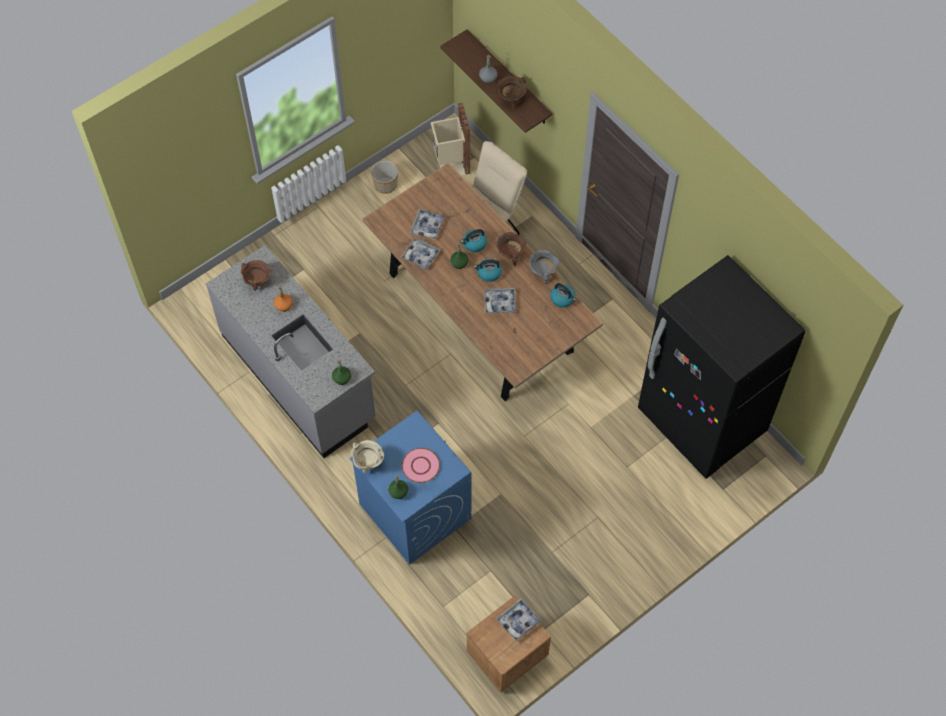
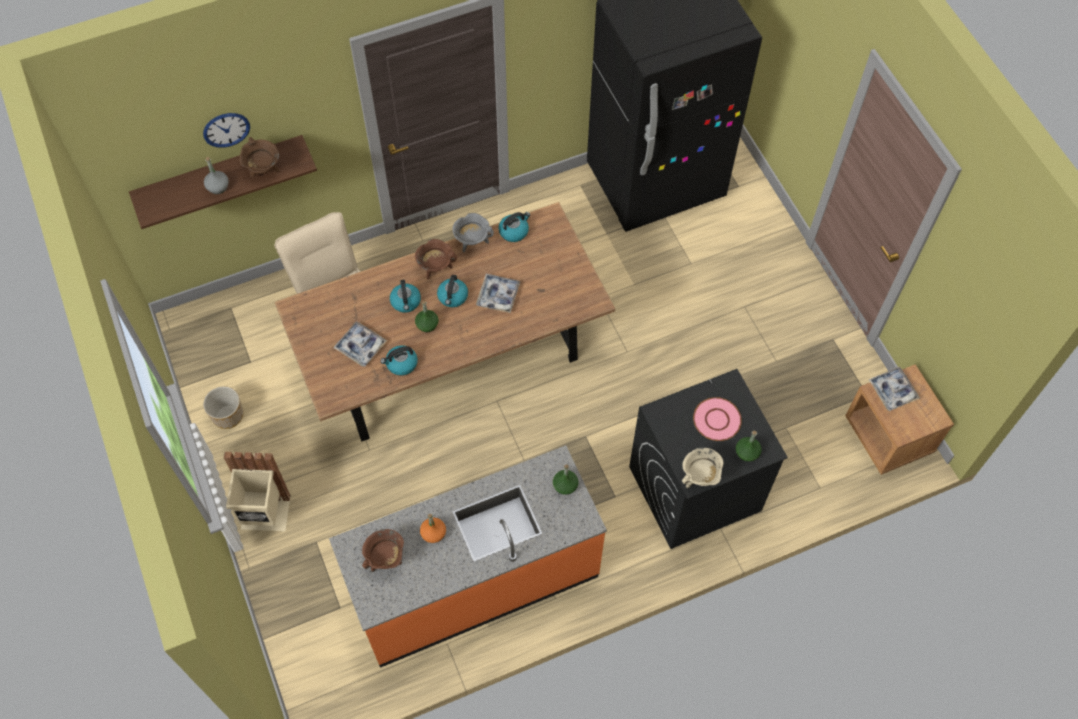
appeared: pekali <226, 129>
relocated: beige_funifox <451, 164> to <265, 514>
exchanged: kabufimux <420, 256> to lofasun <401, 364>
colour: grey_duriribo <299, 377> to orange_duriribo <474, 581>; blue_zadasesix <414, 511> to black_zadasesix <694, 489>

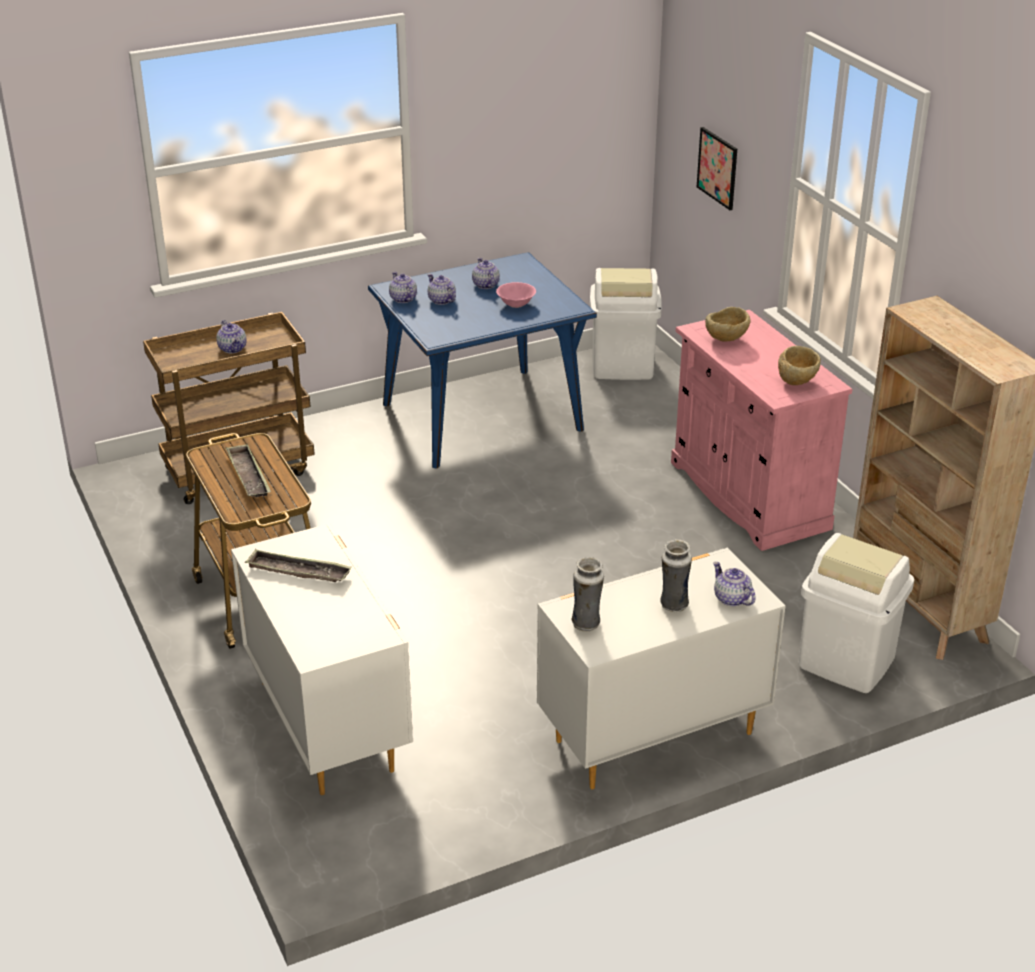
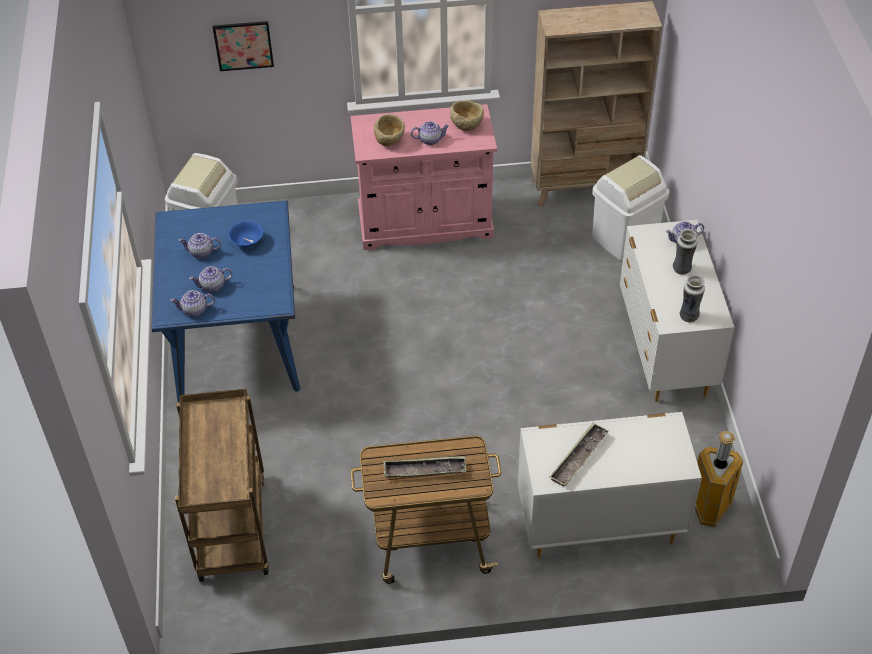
appeared: funifox <709, 509>
relocated: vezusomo <233, 348> to <430, 139>
colour: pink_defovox <516, 304> to blue_defovox <247, 242>

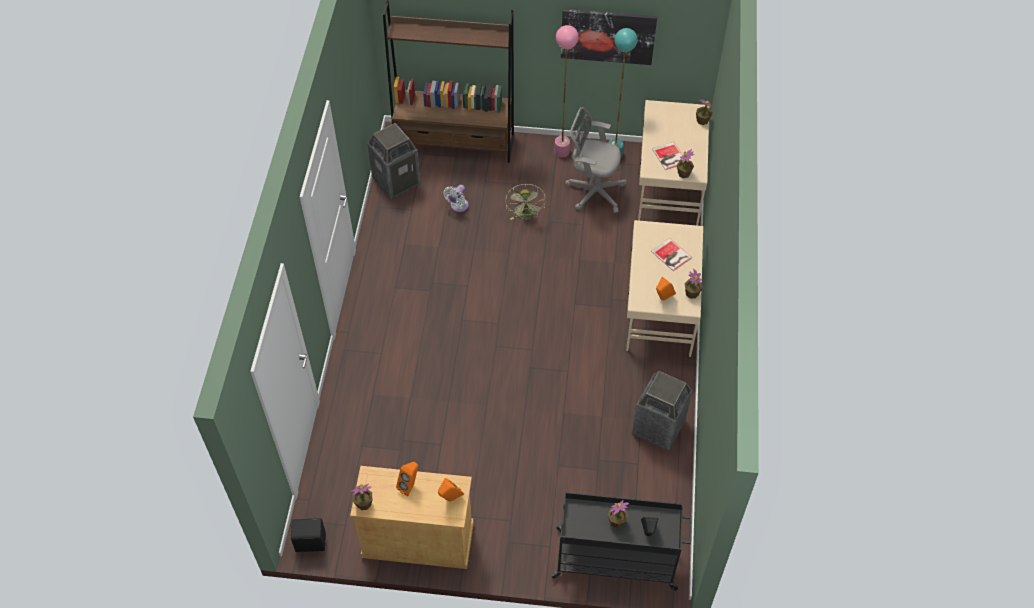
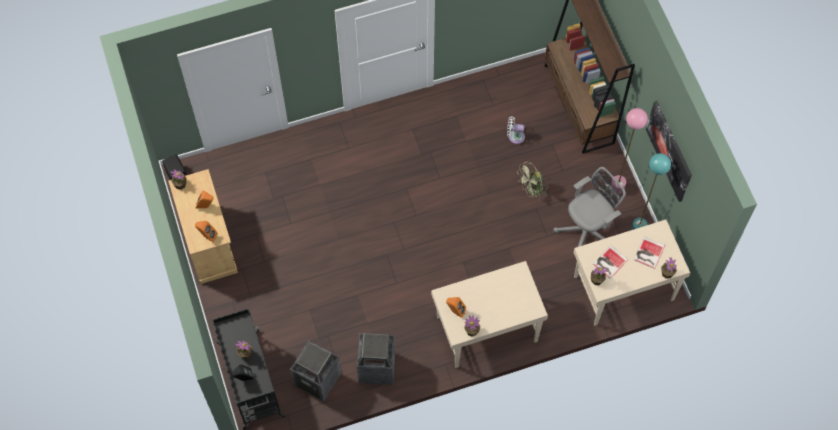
relocated: funifox <396, 181> to <318, 379>; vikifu <671, 255> to <648, 253>
spun: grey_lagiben <593, 191> = <587, 229> 60 degrees clockwise

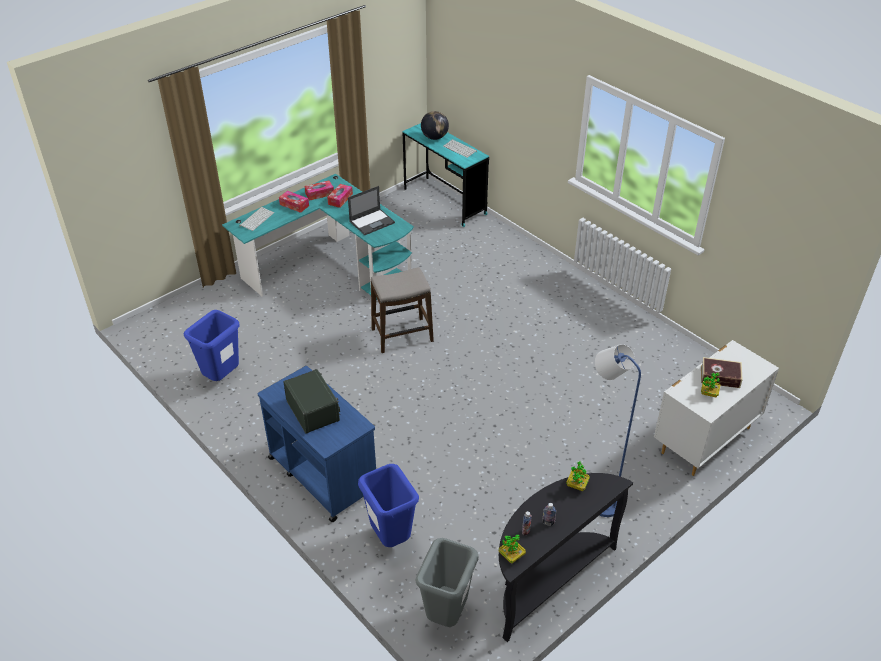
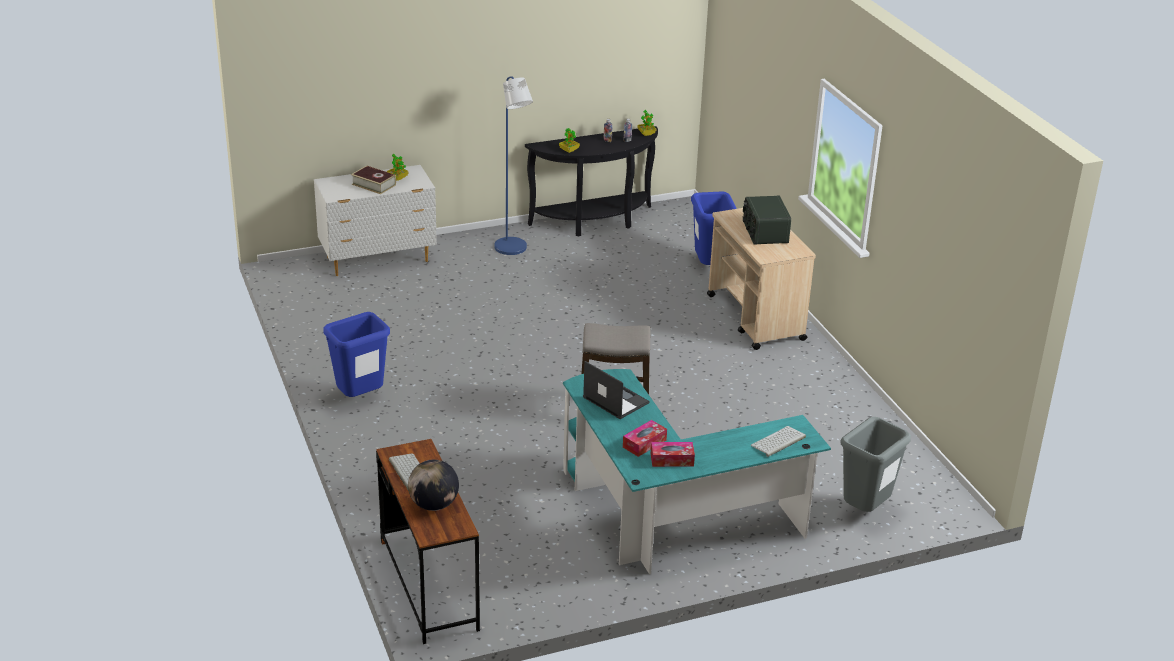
missing: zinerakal <294, 205>
relocated: blue_funifox <222, 377> to <360, 399>; grey_funifox <447, 615> to <864, 511>
colour: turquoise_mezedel <444, 201> to brown_mezedel <428, 585>; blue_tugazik <322, 474> to beige_tugazik <755, 318>
spun: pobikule <372, 222> = <615, 400> 60 degrees clockwise

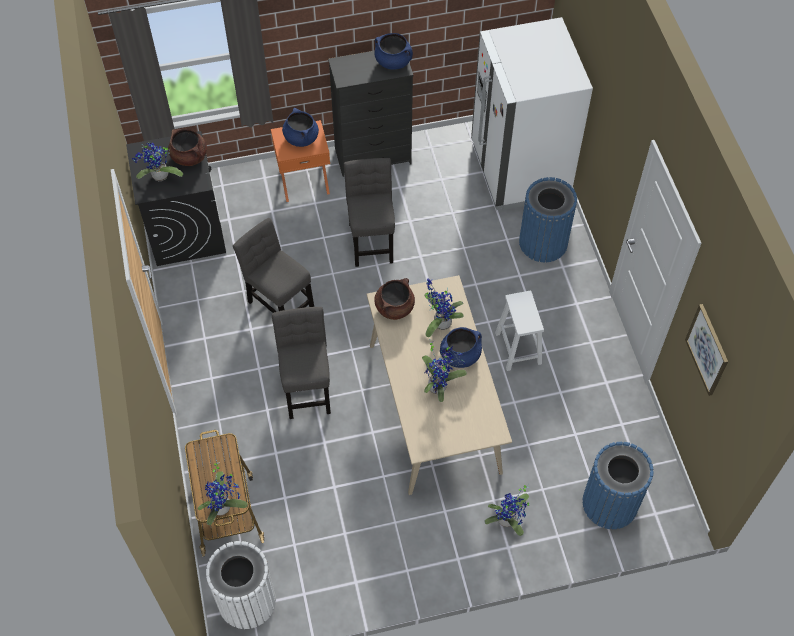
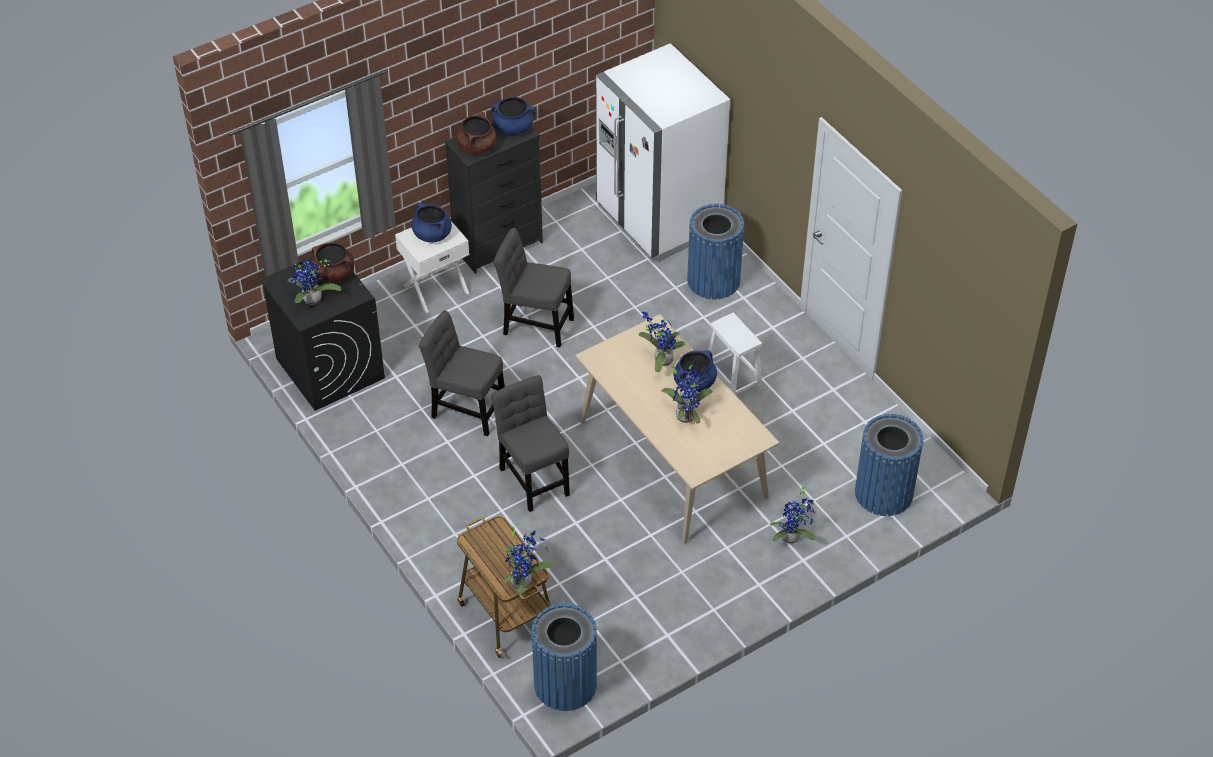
missing: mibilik <707, 349>
relocated: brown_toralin <394, 307> to <476, 147>
colour: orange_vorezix <304, 181> to white_vorezix <435, 288>; white_funifox <246, 600> to blue_funifox <565, 684>
spun: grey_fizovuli <371, 239> = <535, 324> 45 degrees counterclockwise

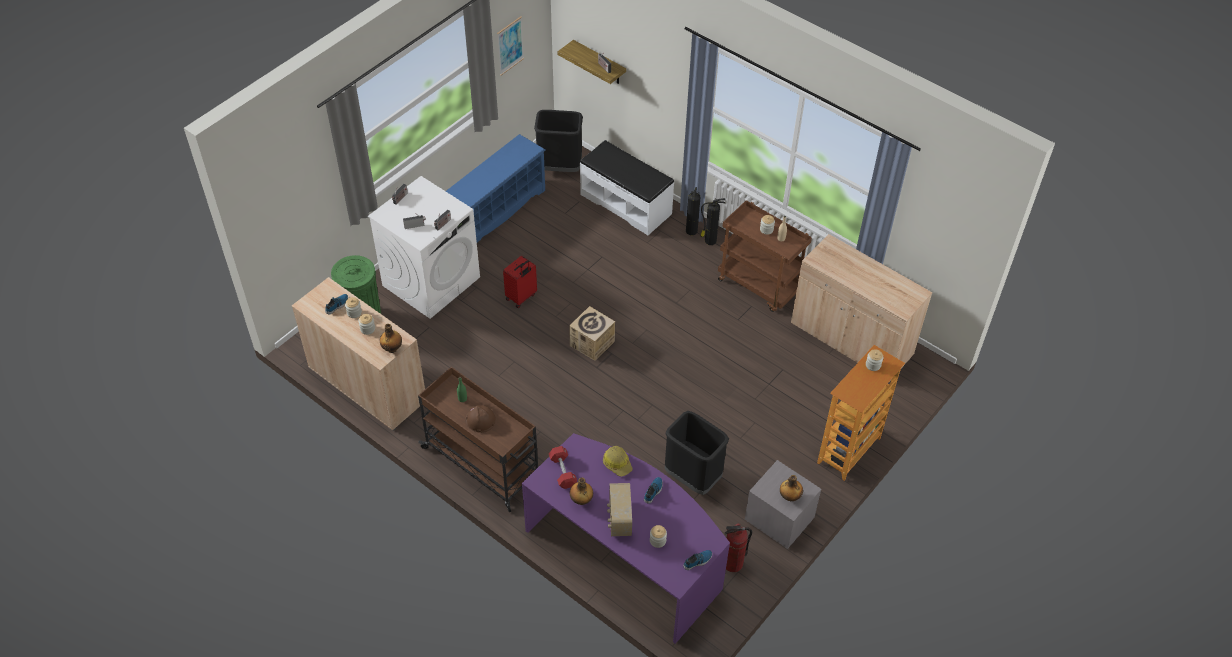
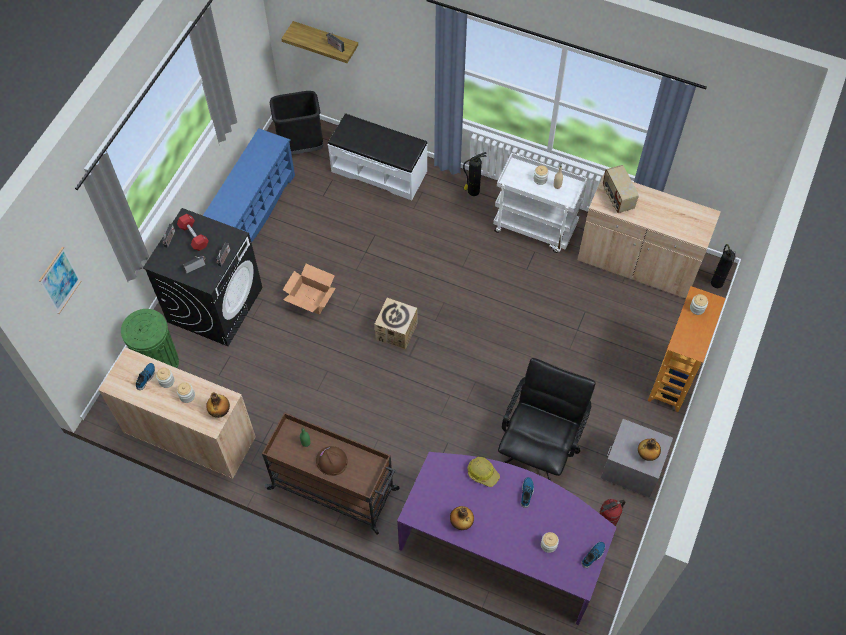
relocated: mibilik <510, 45> to <60, 280>; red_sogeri <563, 471> to <194, 236>; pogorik <619, 518> to <617, 197>; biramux <691, 230> to <716, 282>
exchanged: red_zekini <521, 297> to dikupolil <311, 299>; black_funifox <693, 477> to black_lagiben <538, 447>
colour: white_zadasesix <431, 281> to black_zadasesix <215, 304>; brown_tugazik <760, 285> to white_tugazik <535, 227>

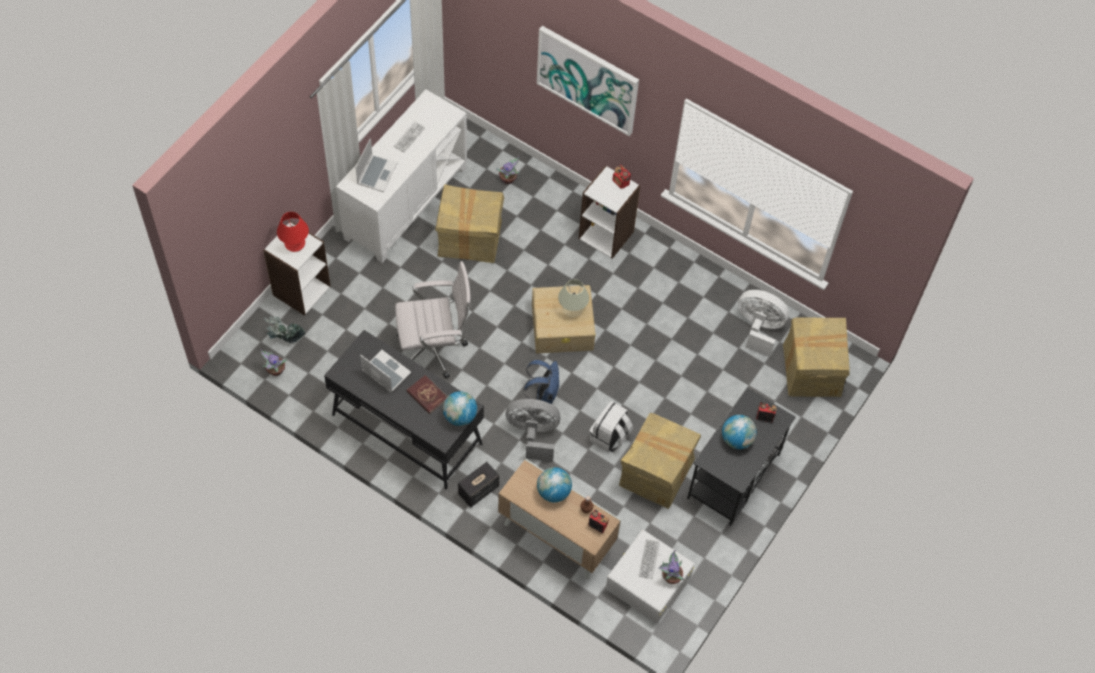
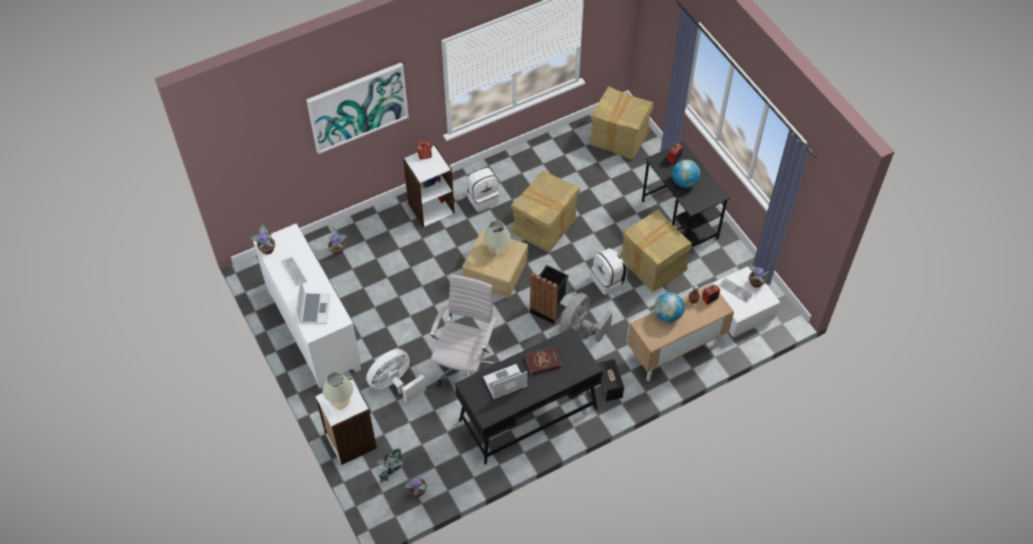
missing: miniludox <460, 416>
appeared: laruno <266, 249>; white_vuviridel <482, 199>
relocated: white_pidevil <759, 328> to <395, 385>; dikupolil <470, 239> to <544, 226>
exchanged: blue_vuviridel <543, 394> to black_funifox <548, 308>
colour: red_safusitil <295, 243> to beige_safusitil <340, 400>
spun: pobikule <376, 173> = <314, 308> 45 degrees clockwise

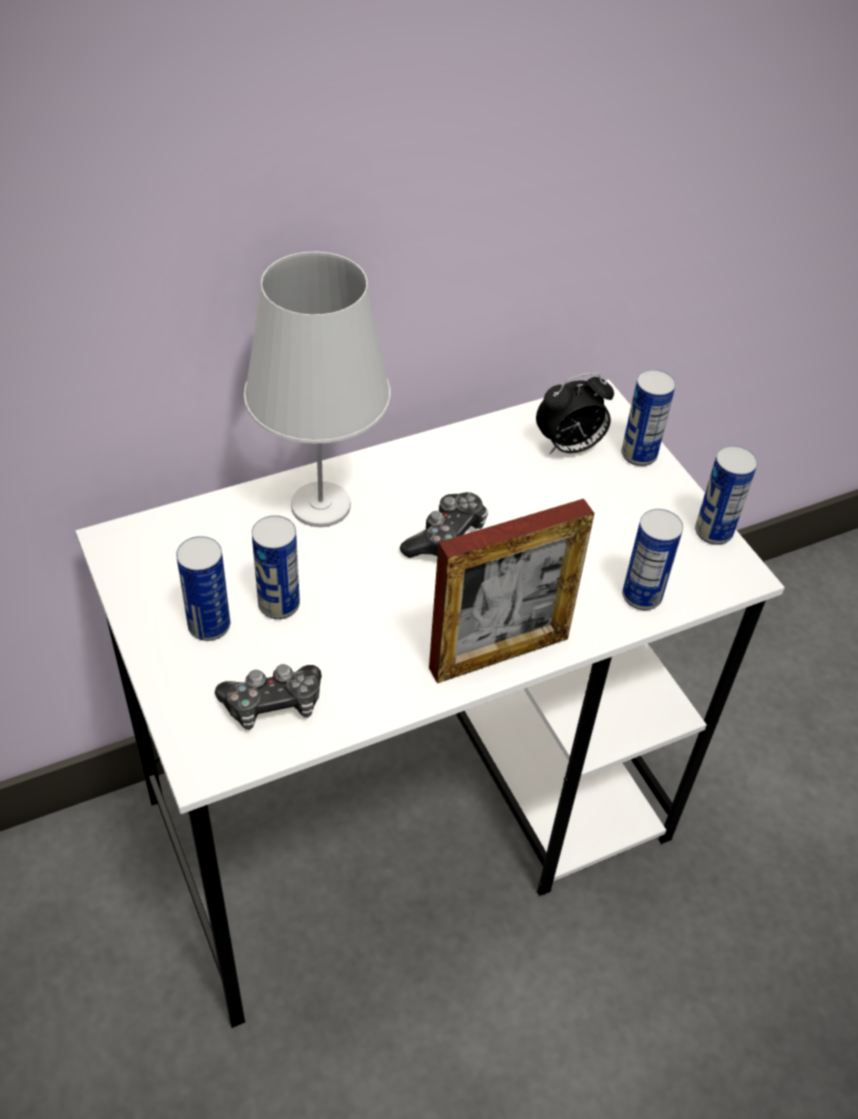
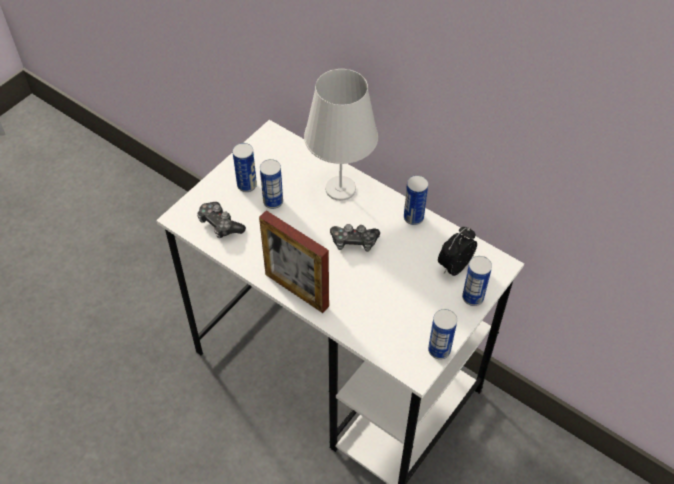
relocated: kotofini <641, 596> to <413, 217>
spun: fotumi <569, 447> = <454, 266> 90 degrees clockwise

